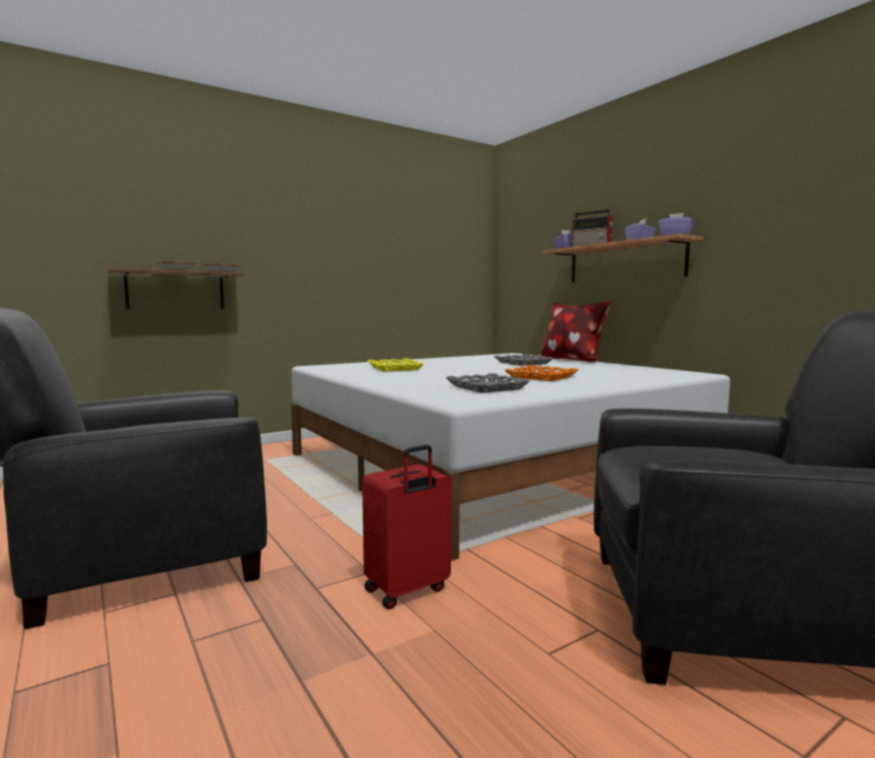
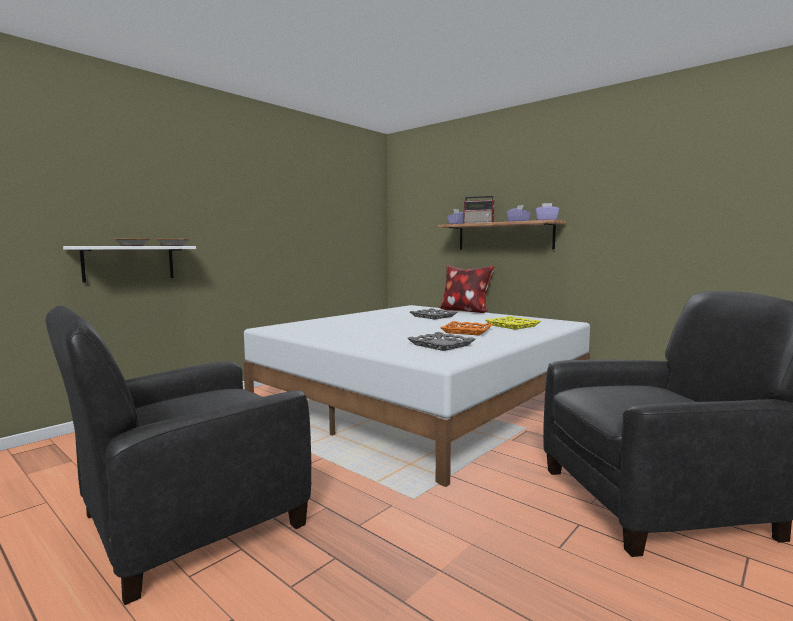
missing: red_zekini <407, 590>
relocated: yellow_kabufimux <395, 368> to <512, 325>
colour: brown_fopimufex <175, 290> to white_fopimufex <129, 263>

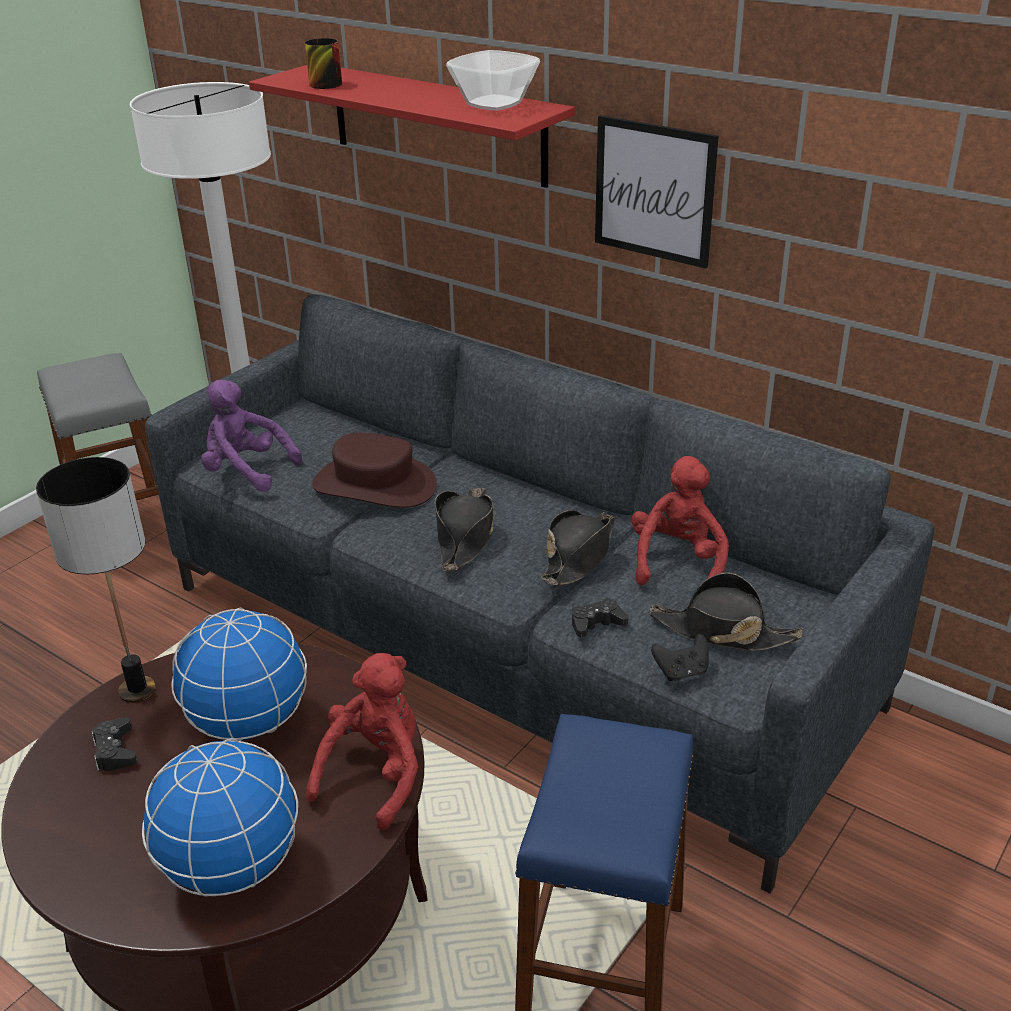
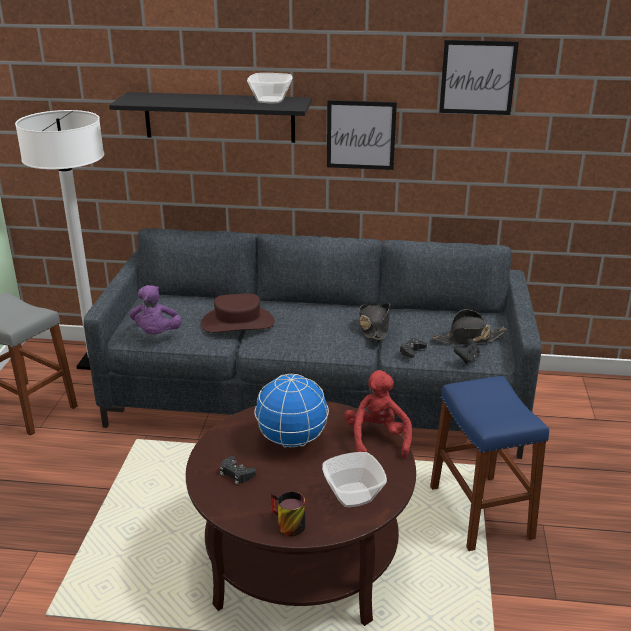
missing: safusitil <137, 691>; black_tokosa <465, 536>; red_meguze <677, 562>
appeared: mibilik <477, 77>
relocated: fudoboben <321, 83> to <286, 525>
exchanged: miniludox <231, 867> to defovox <353, 496>
colour: red_fopimufex <437, 124> to black_fopimufex <219, 117>
spun: purple_meguze <246, 471> = <156, 334> 90 degrees counterclockwise

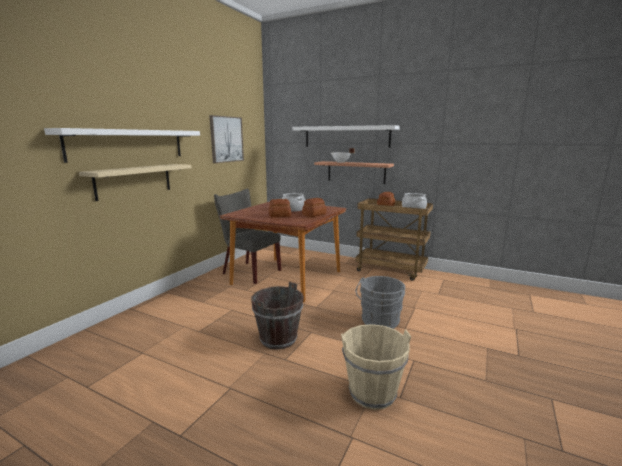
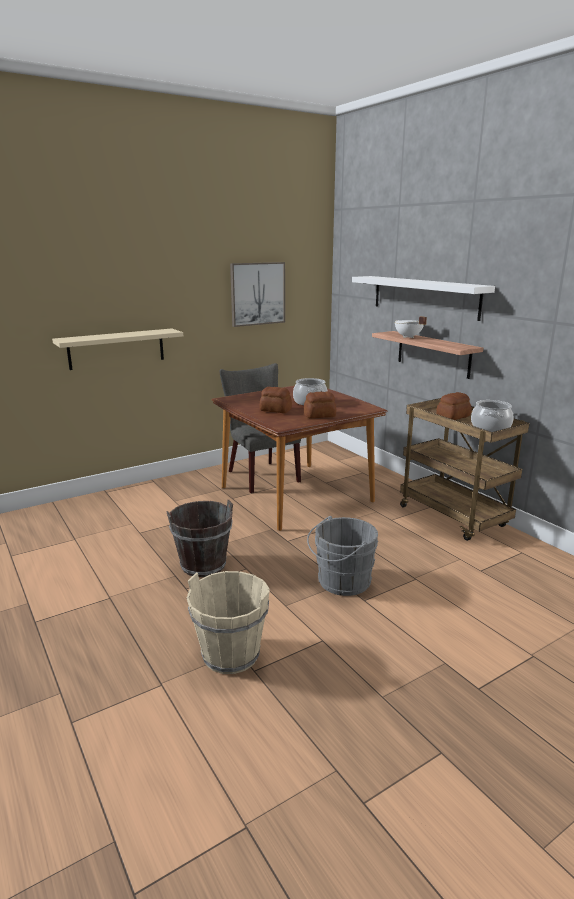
missing: white_fopimufex <129, 144>

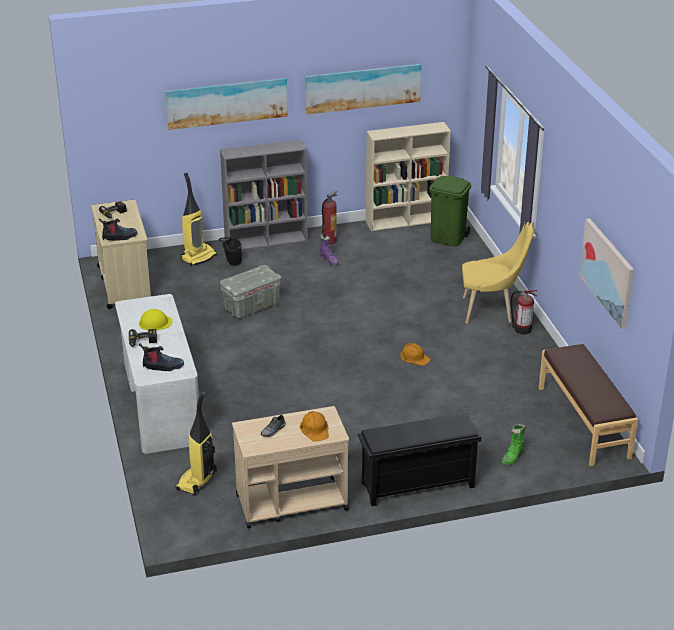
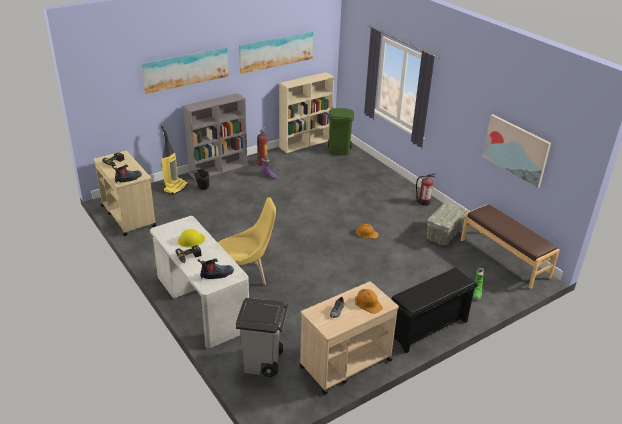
relocated: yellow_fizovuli <491, 311> to <246, 276>; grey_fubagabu <251, 306> to <443, 235>
exchanged: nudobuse <197, 481> to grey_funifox <263, 363>

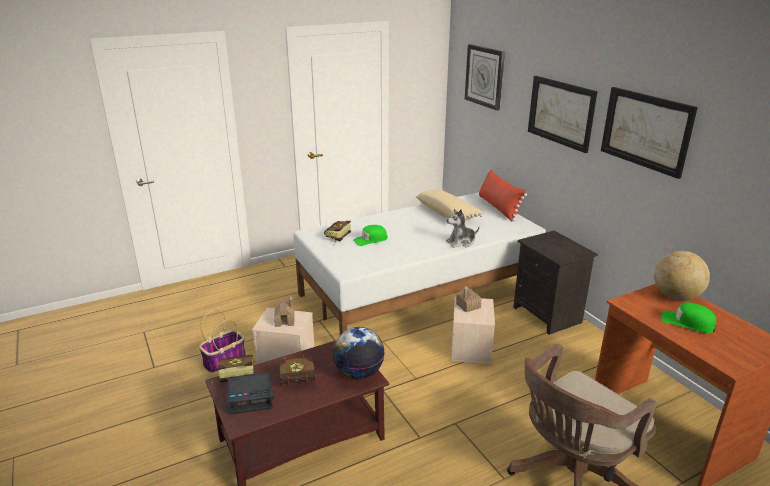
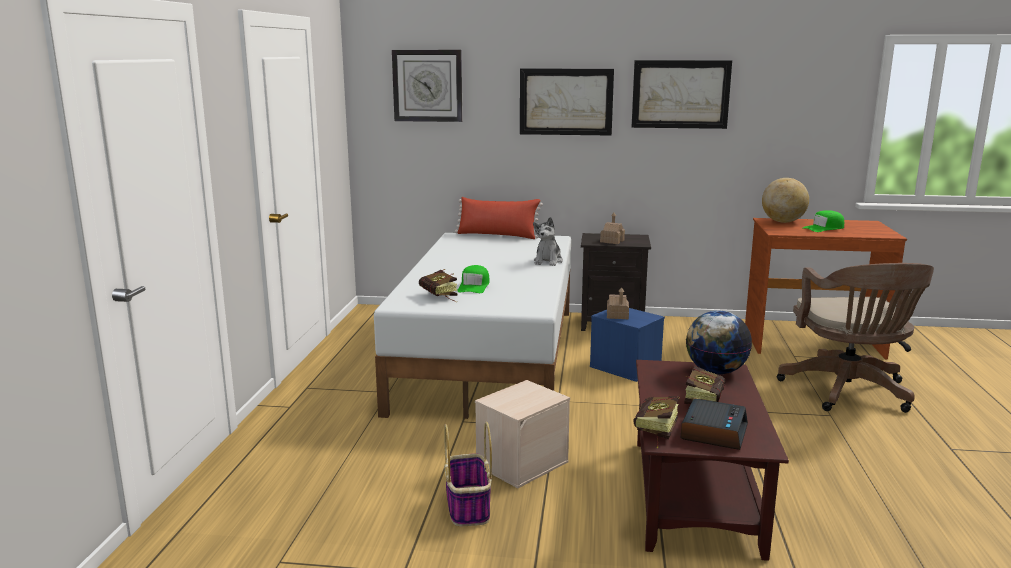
missing: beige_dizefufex <448, 213>
relocated: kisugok <285, 321> to <612, 241>
colour: beige_fubagabu <470, 348> to blue_fubagabu <624, 367>

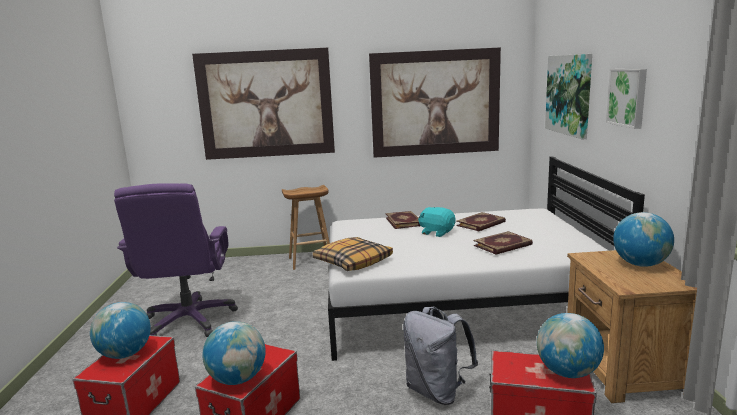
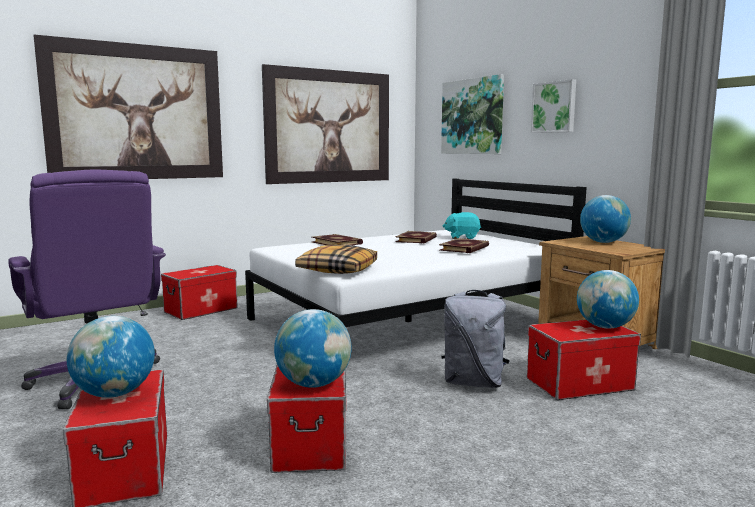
relocated: turquoise_meguze <437, 232> to <462, 237>
exchanged: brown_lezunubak <310, 261> to fubagabu <201, 310>

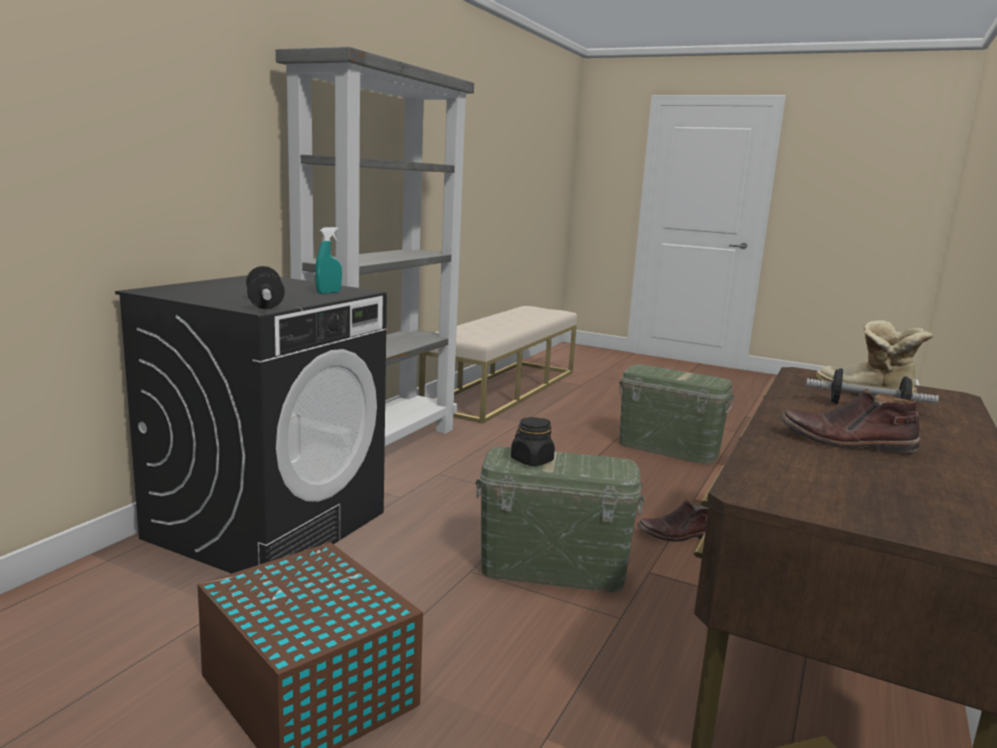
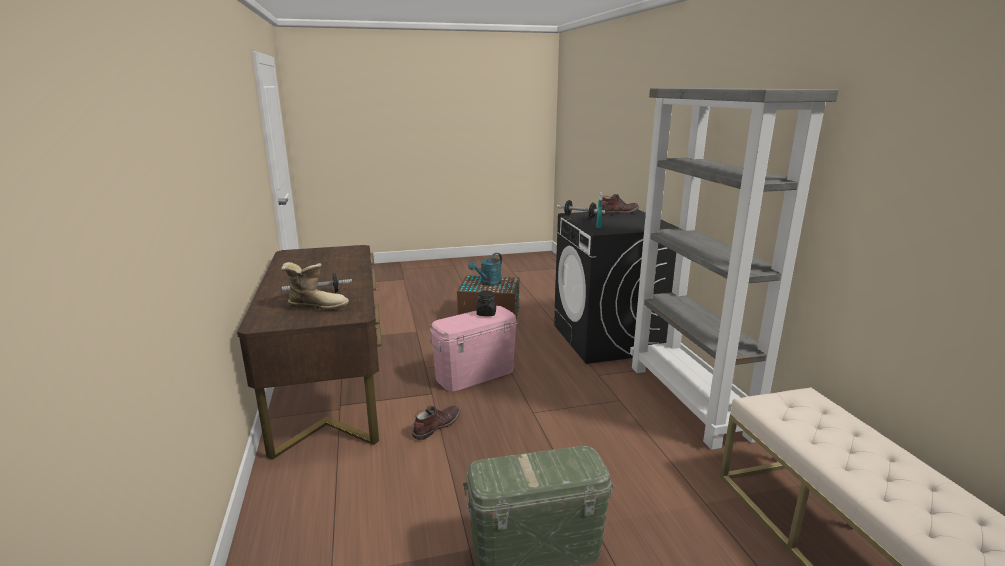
appeared: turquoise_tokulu <488, 283>
relocated: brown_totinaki <846, 442> to <618, 213>
colour: green_fubagabu <552, 569> to pink_fubagabu <475, 374>

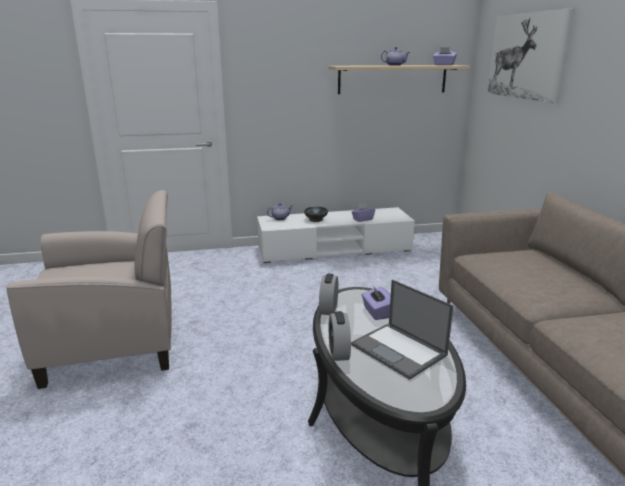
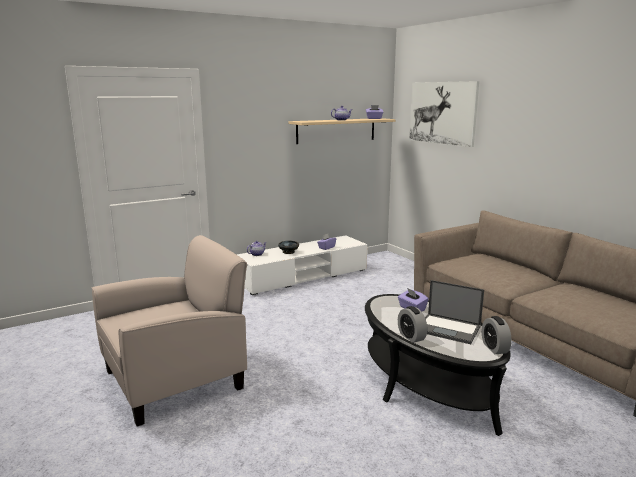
relocated: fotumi <328, 309> to <494, 348>

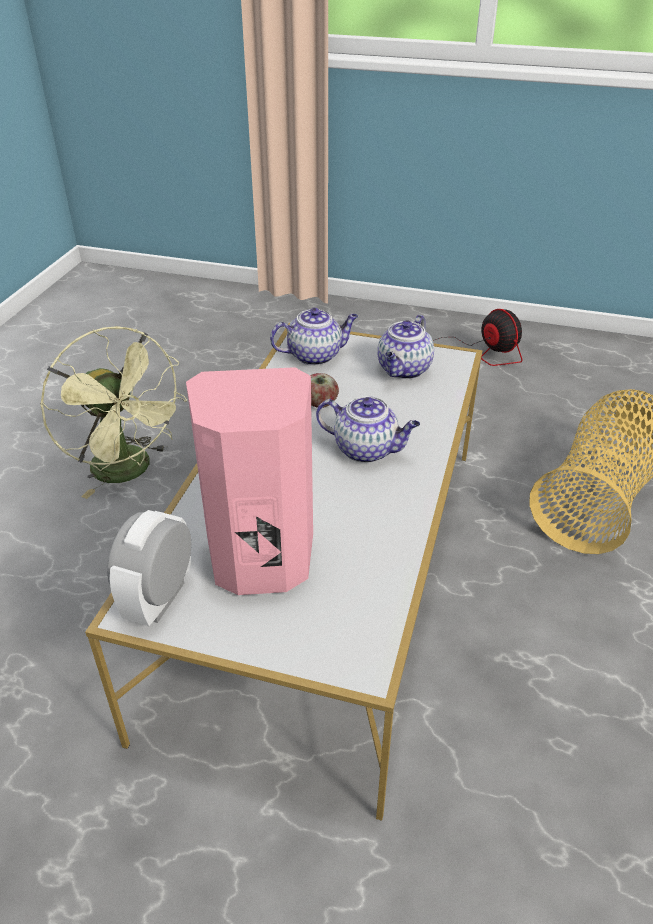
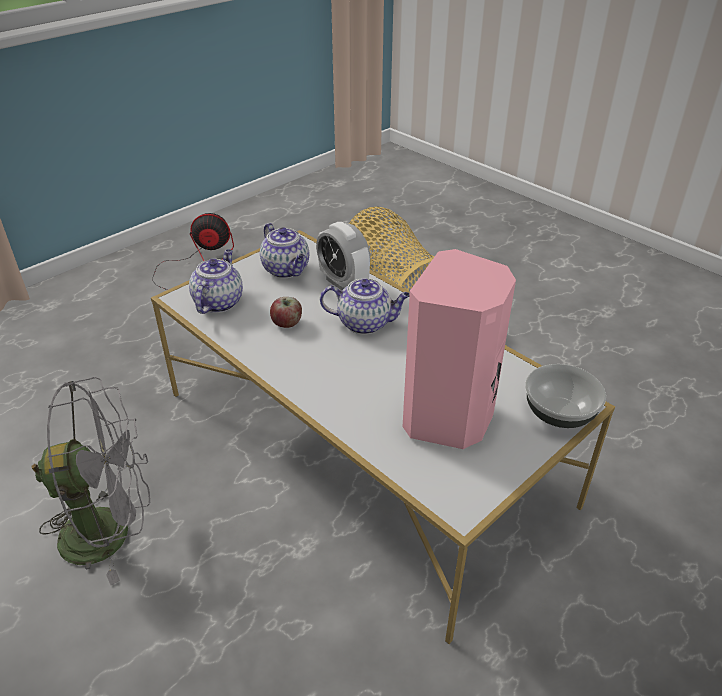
appeared: defovox <558, 413>
relocated: fotumi <159, 599> to <343, 284>
colour: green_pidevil <130, 471> to grey_pidevil <111, 531>
spun: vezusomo <367, 450> = <365, 323> 45 degrees clockwise

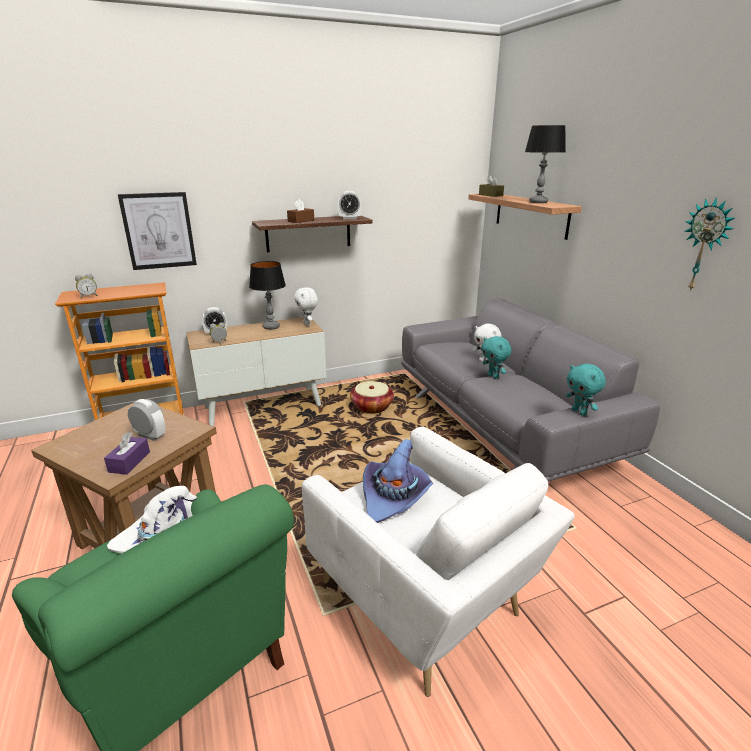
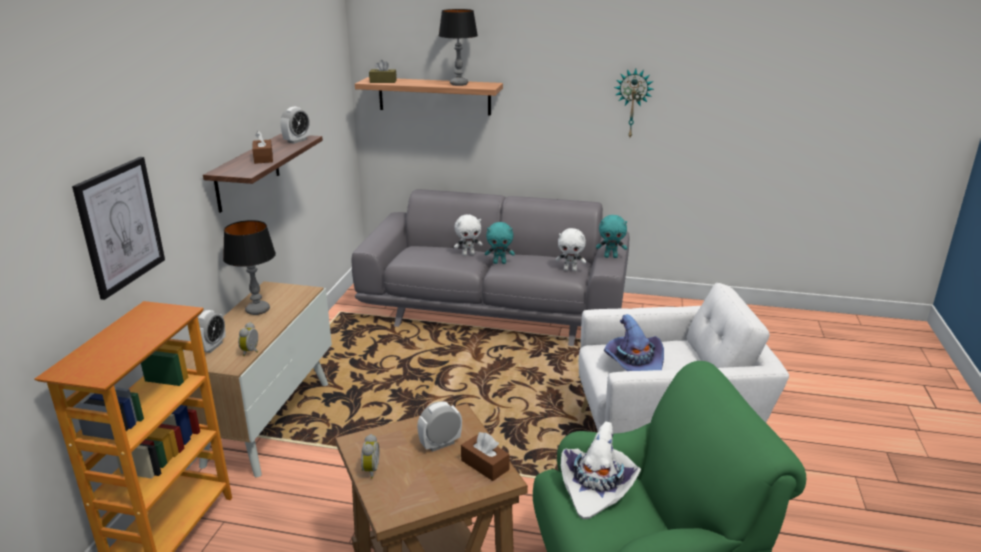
missing: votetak <372, 407>
relocated: fotumi <89, 296> to <369, 470>; white_meguze <307, 324> to <570, 270>
colour: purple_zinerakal <129, 462> to brown_zinerakal <485, 465>

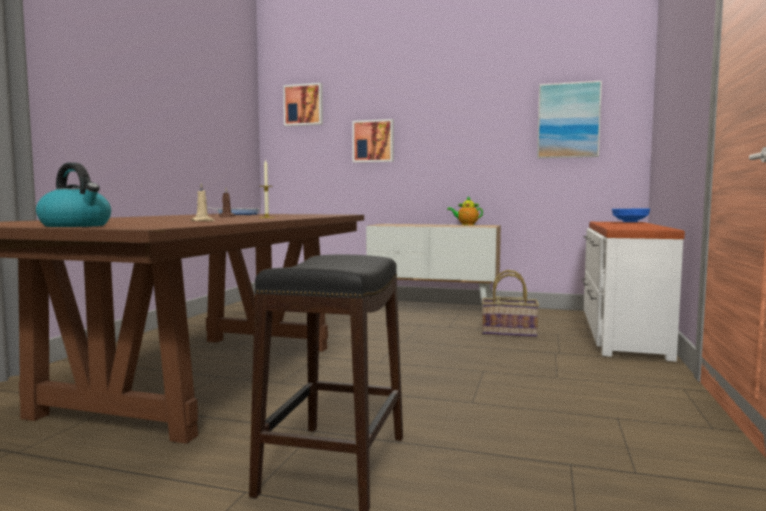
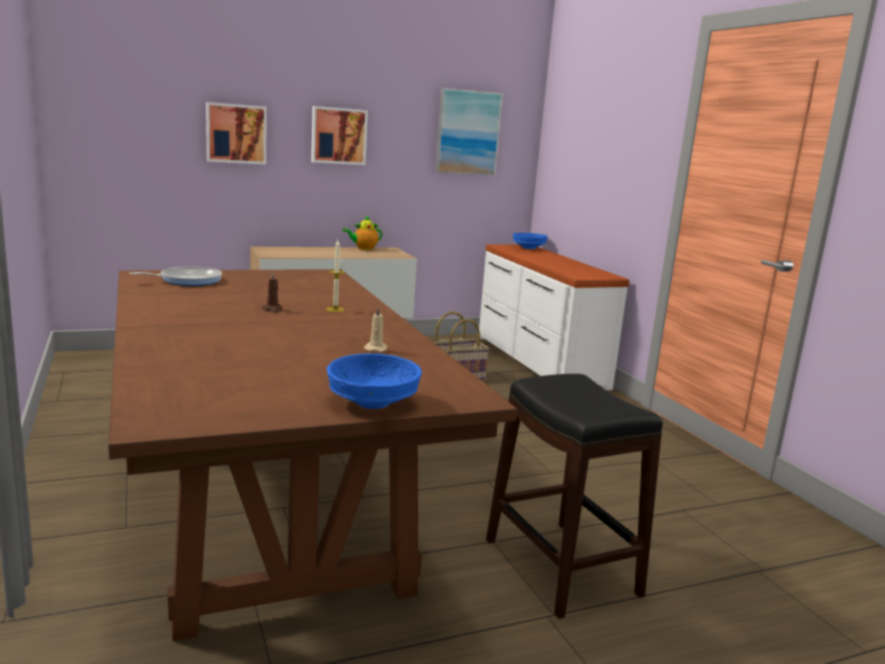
relocated: mibilik <304, 105> to <338, 135>
exchanged: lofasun <76, 225> to blue_defovox <371, 402>

